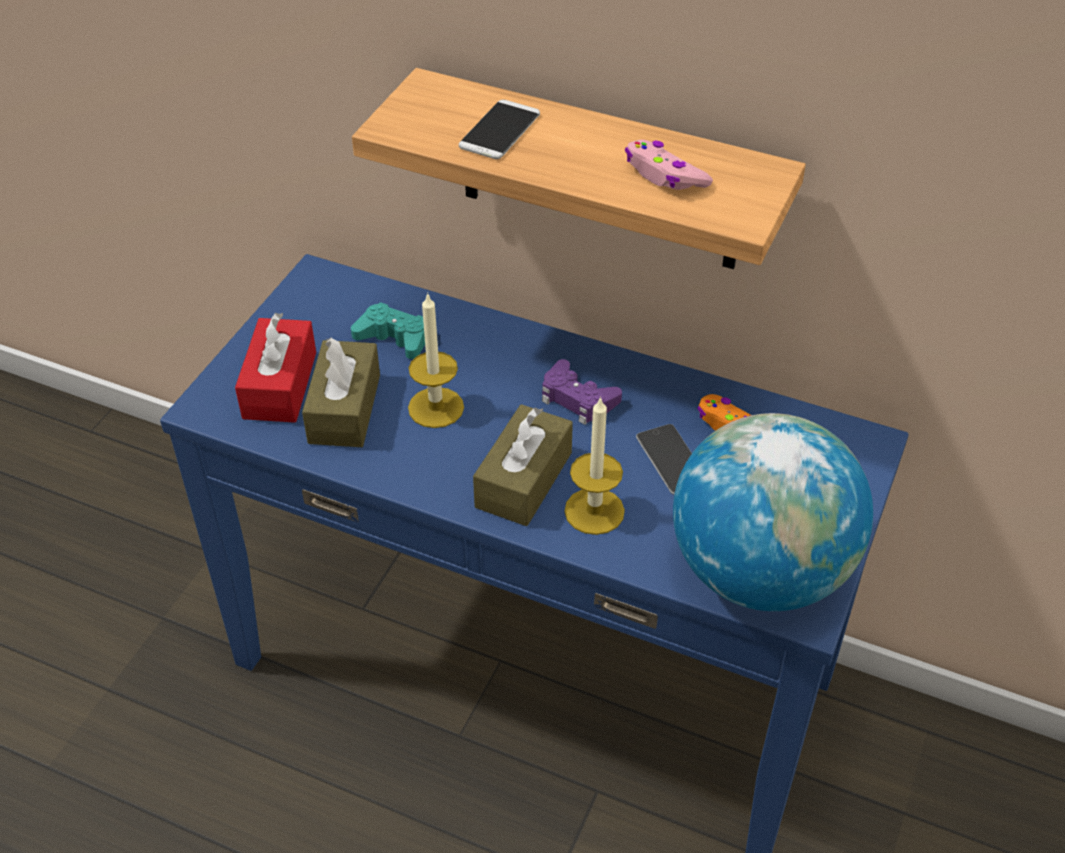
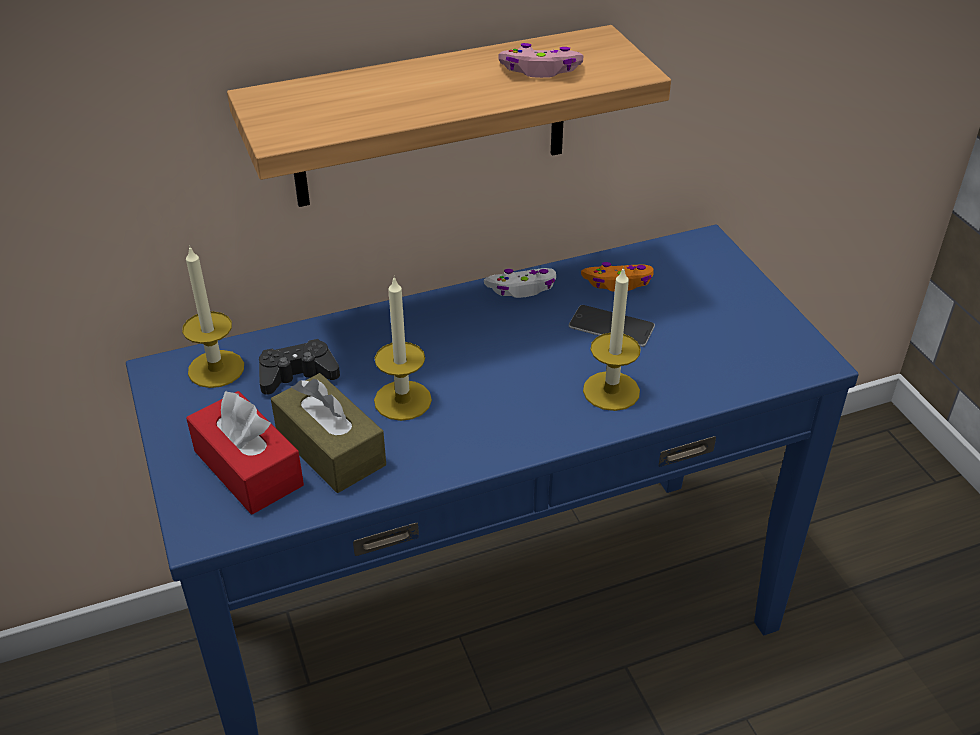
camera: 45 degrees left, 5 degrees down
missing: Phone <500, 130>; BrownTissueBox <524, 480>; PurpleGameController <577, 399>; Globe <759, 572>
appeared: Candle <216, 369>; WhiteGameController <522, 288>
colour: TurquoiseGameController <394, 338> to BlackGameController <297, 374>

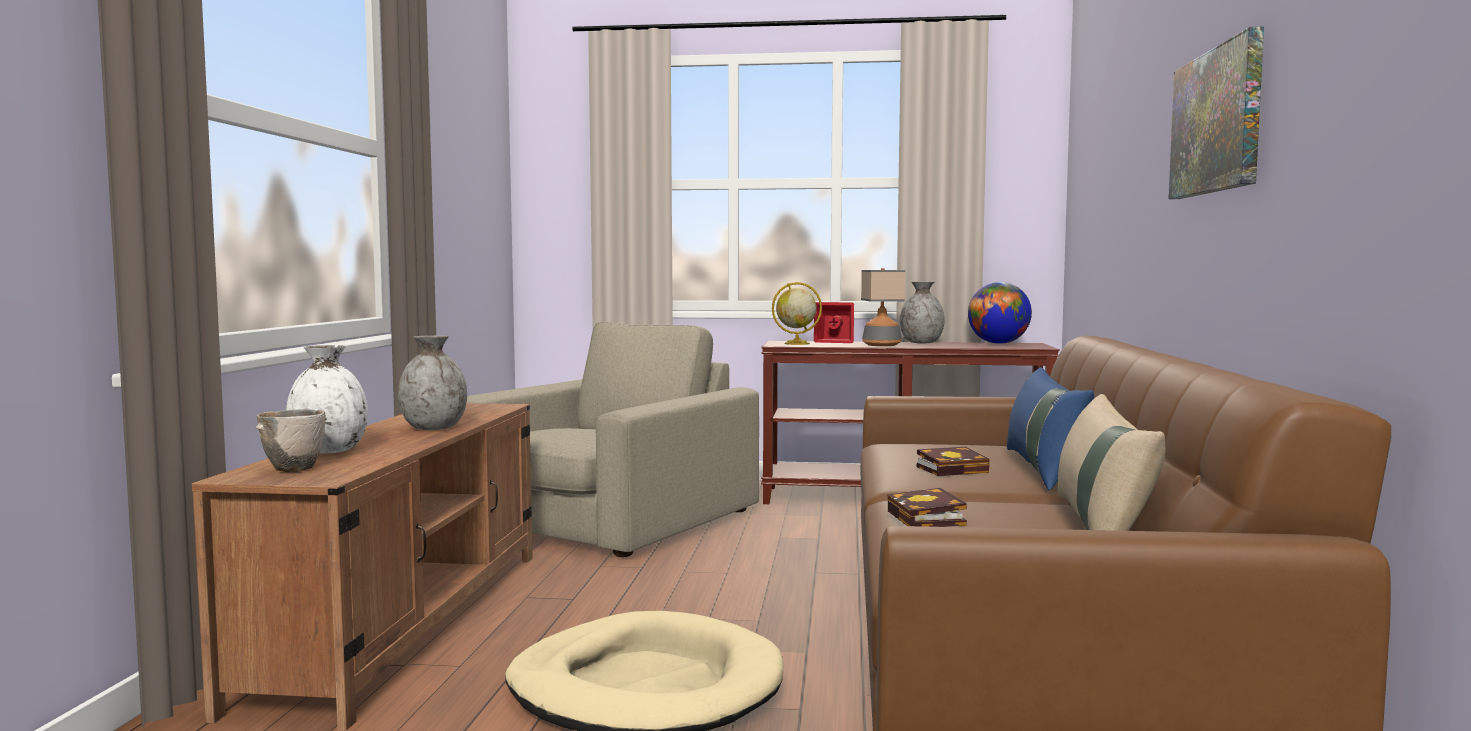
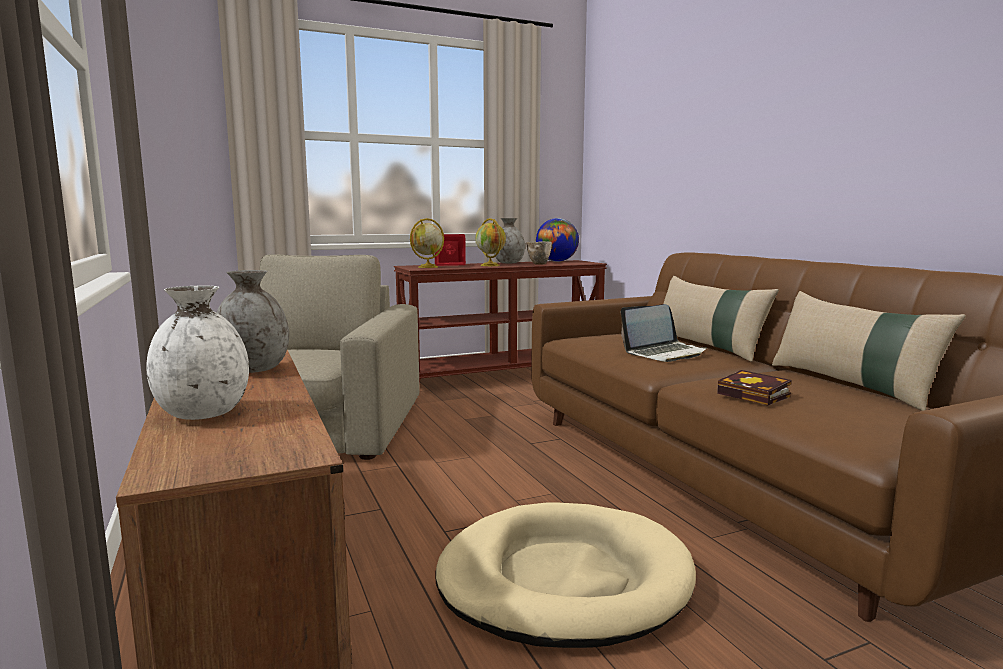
camera: 30 degrees left, 5 degrees up
missing: Picture <1217, 122>
relocated: Bowl <296, 469> to <539, 264>
exchanged: TableLamp <881, 345> to Globe <490, 265>; Book <954, 469> to Laptop <664, 353>
colour: BluePillow <1044, 469> to BeigePillow <707, 347>

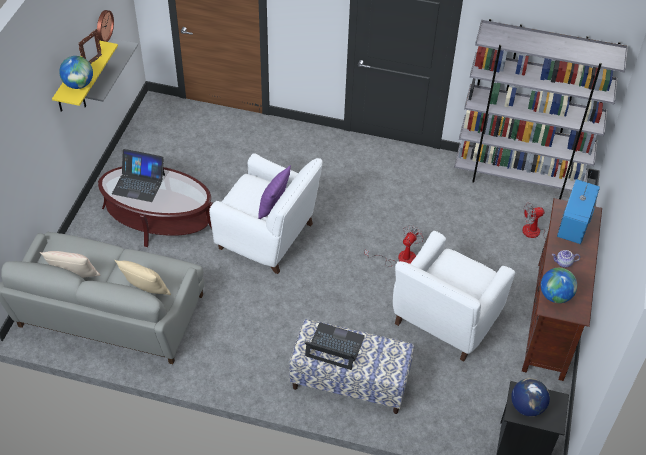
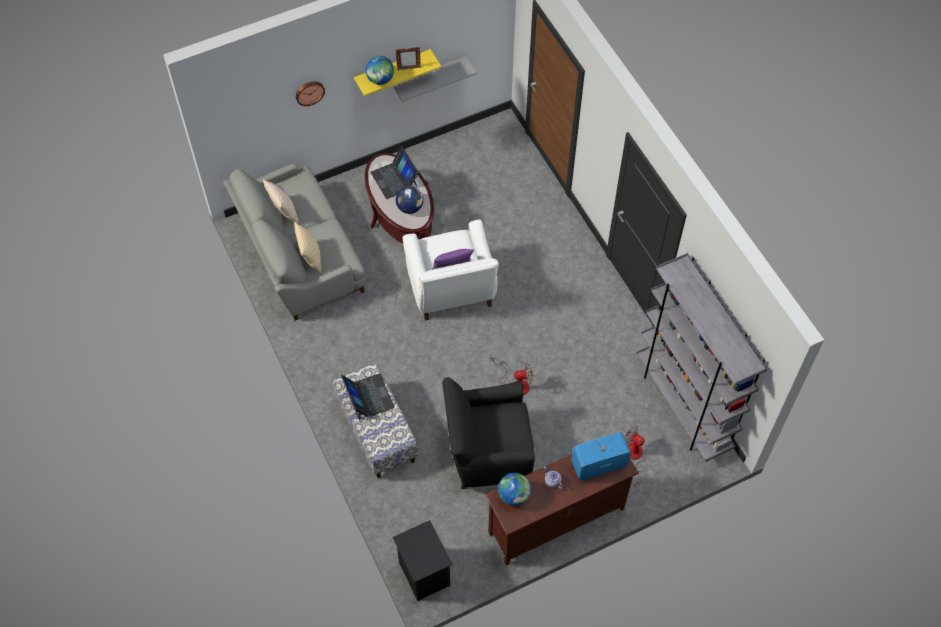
camera: 50 degrees right, 10 degrees up
relocated: WallClock <103, 25> to <309, 92>; Globe <527, 406> to <410, 207>
colour: WhiteArmchair <444, 319> to BlackArmchair <487, 451>

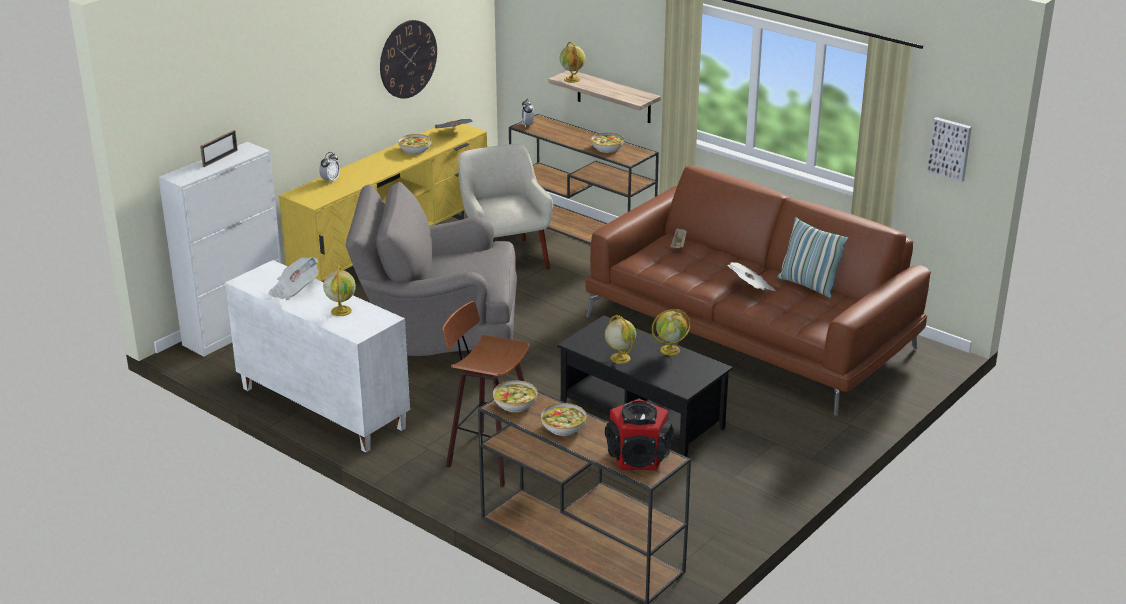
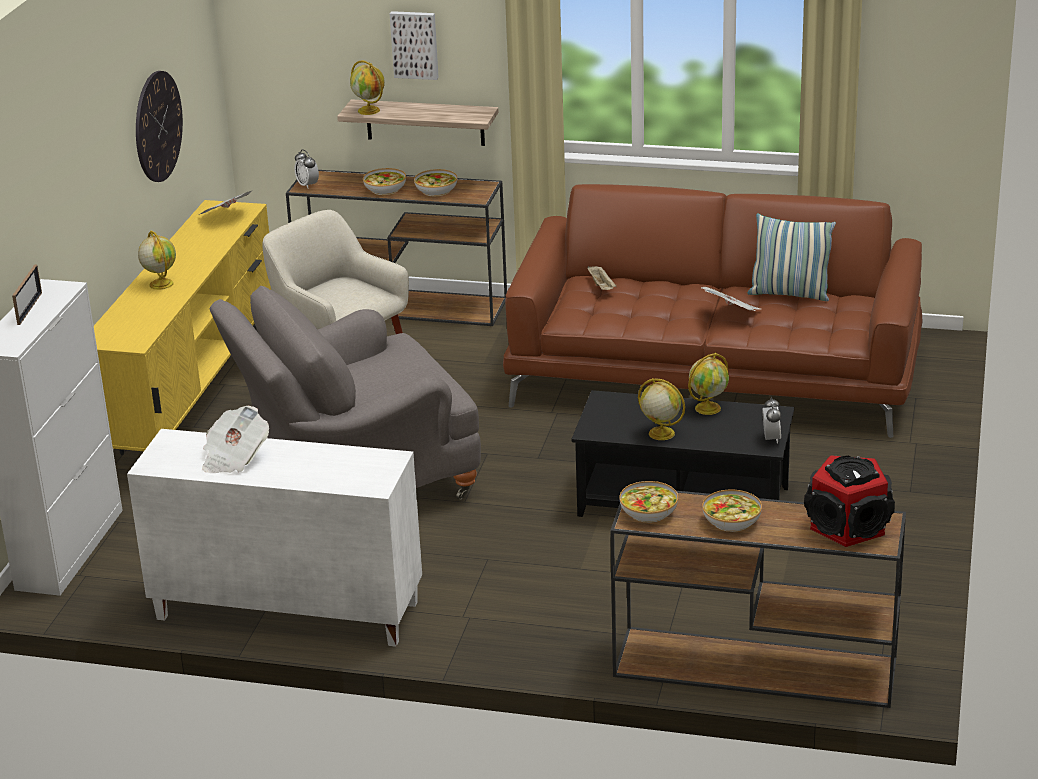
camera: 25 degrees left, 0 degrees up
missing: Stool <489, 456>
relocated: Globe <341, 310> to <160, 284>; Bowl <415, 150> to <385, 189>; Picture <950, 148> to <415, 44>; AlarmClock <330, 180> to <771, 438>

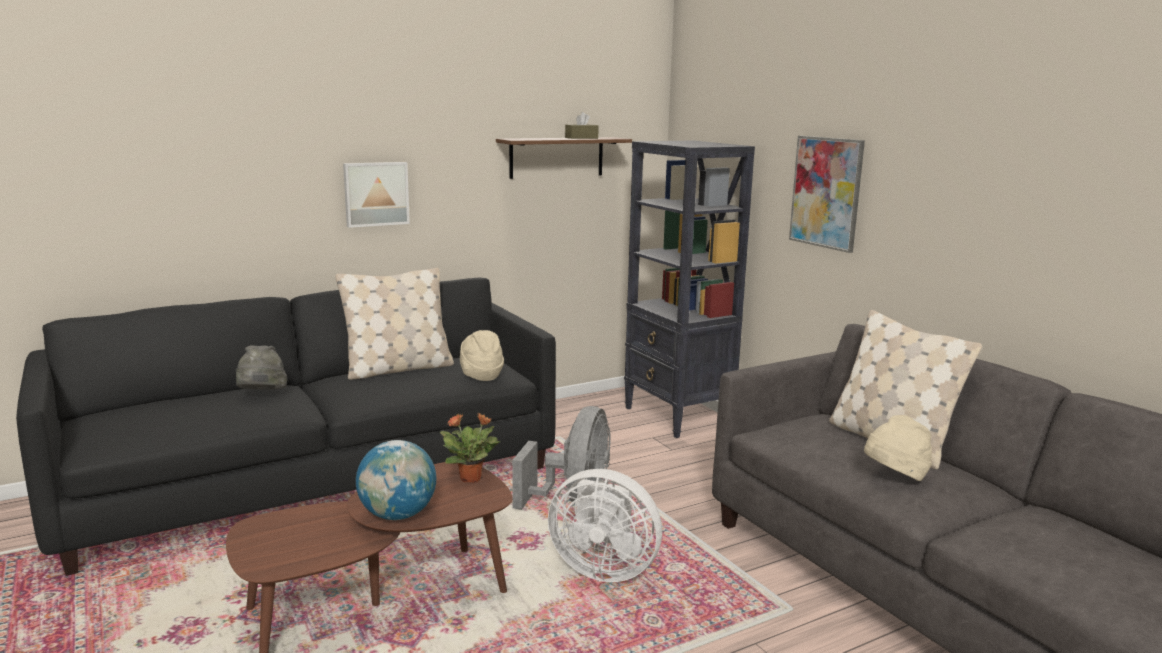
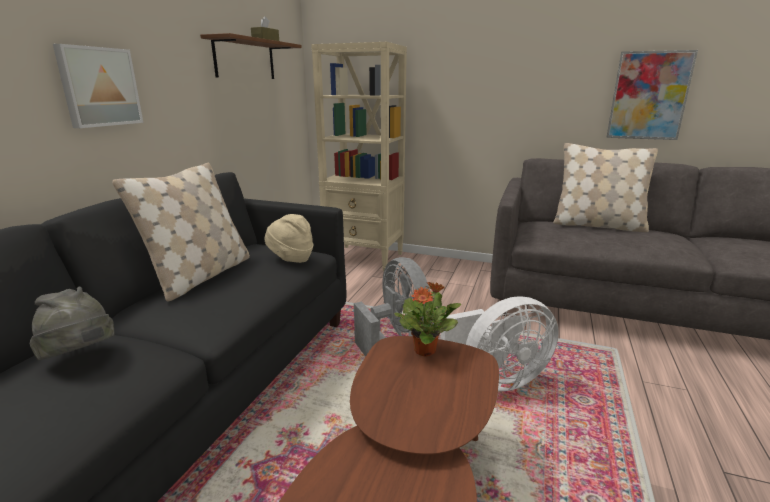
camera: 40 degrees left, 5 degrees up
missing: Globe <398, 515>; BeigeHat <895, 477>
relocated: Picture <826, 192> to <649, 96>
colour: BlackBookcase <678, 417> to BeigeBookcase <365, 258>

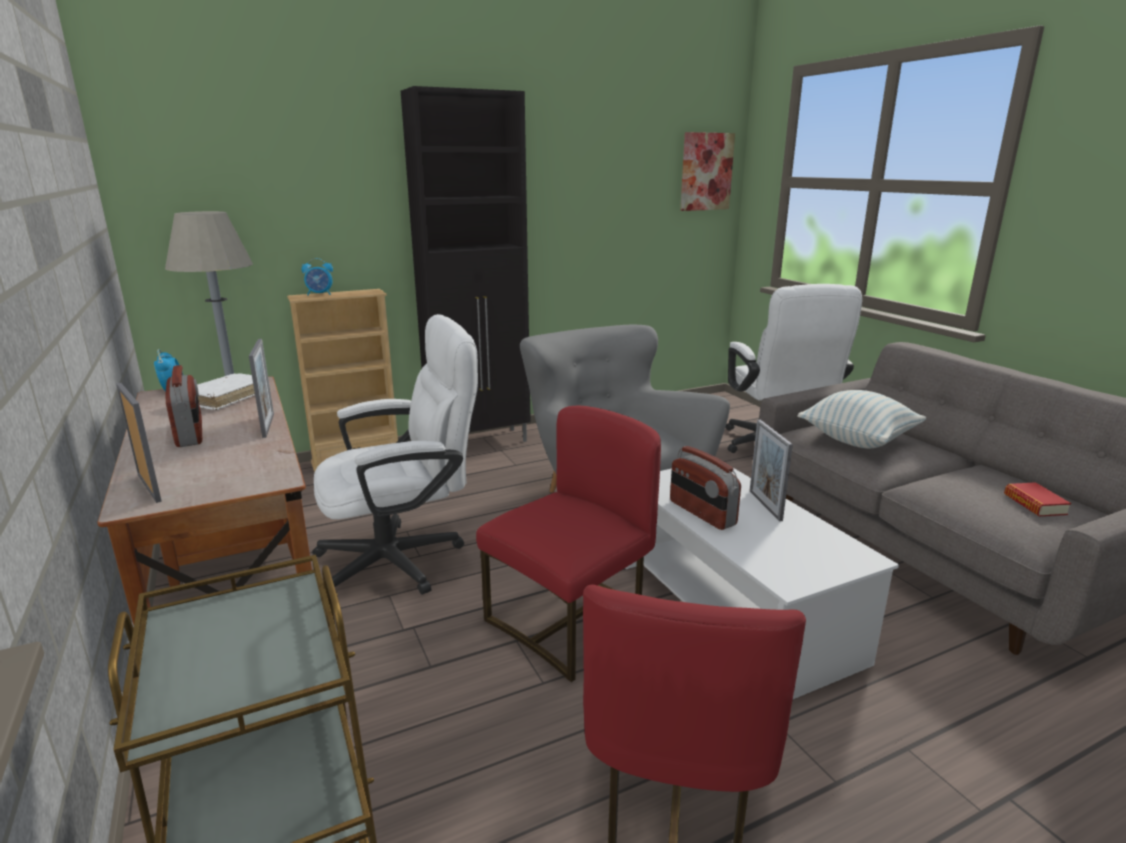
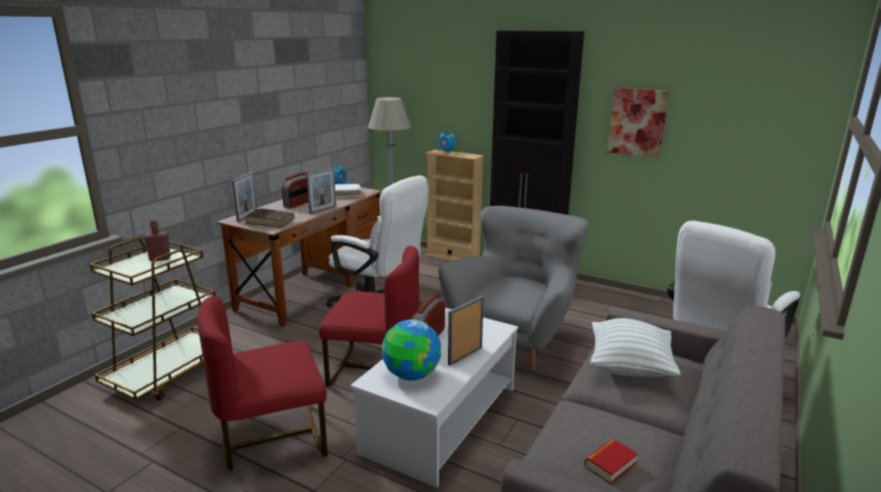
camera: 55 degrees right, 0 degrees up
appeared: RedBottle <160, 259>; BrownBook <270, 222>; Globe <412, 375>
relocated: Picture <706, 172> to <637, 122>

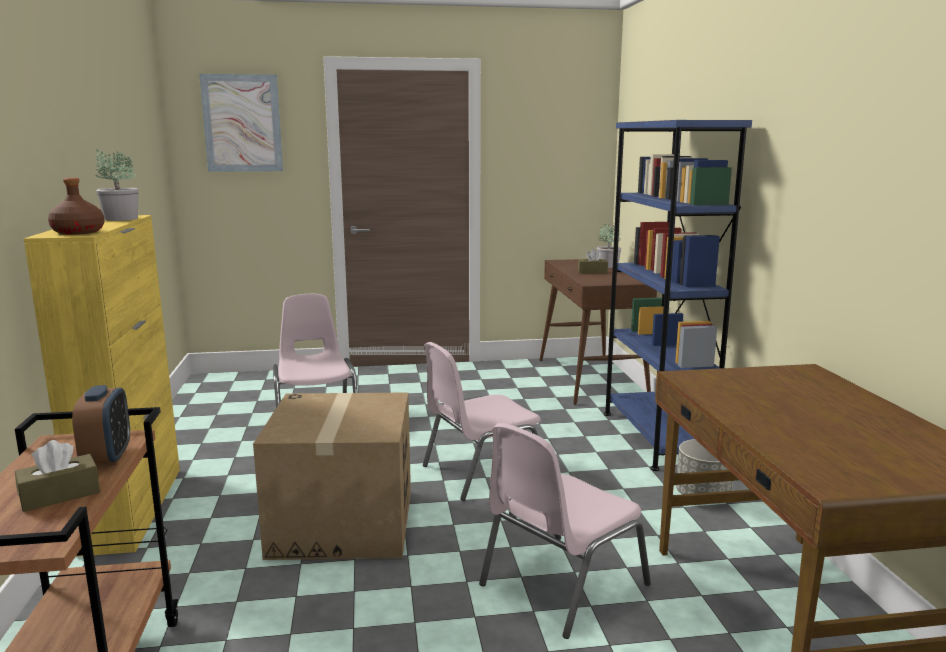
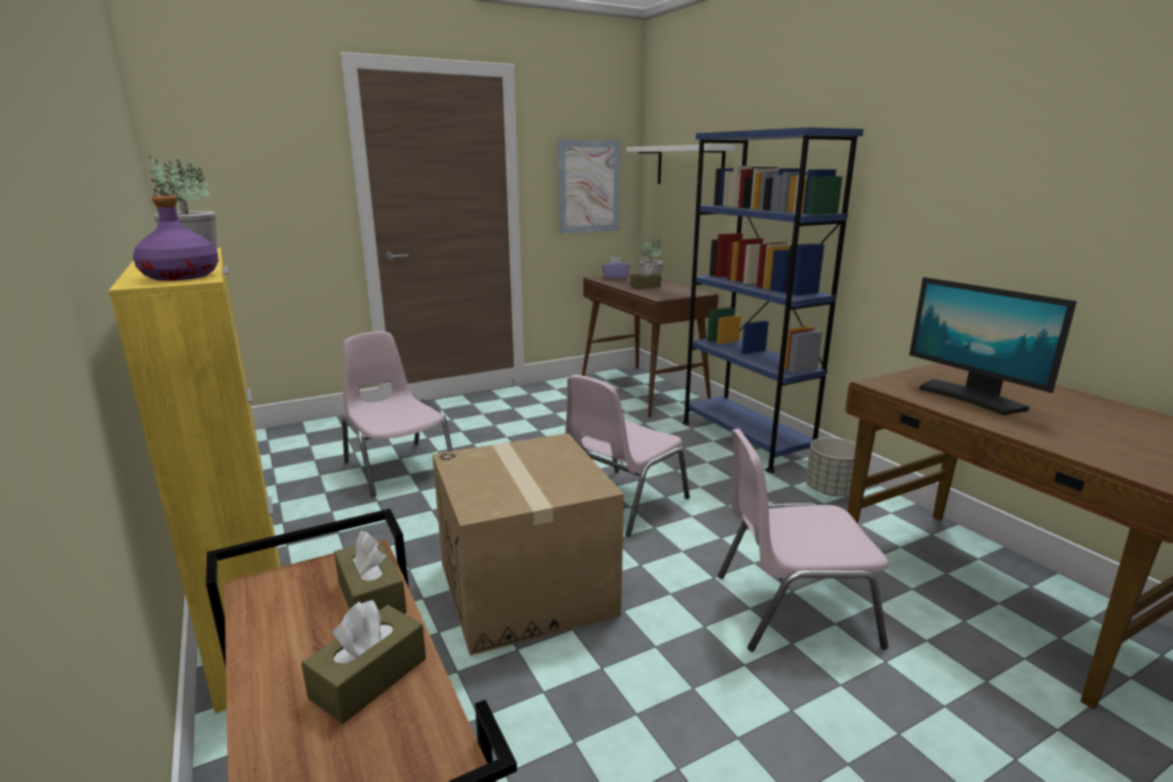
camera: 20 degrees left, 5 degrees up
appeared: PurpleTissueBox <615, 277>; WhiteShelf <689, 166>; Monitor <971, 397>
relocated: Picture <242, 123> to <589, 186>
exchanged: AlarmClock <107, 457> to BrownTissueBox <371, 597>
colour: BrownBottle <78, 232> to PurpleBottle <181, 276>
spun: PinkChair <560, 585> = <791, 608> 60 degrees clockwise

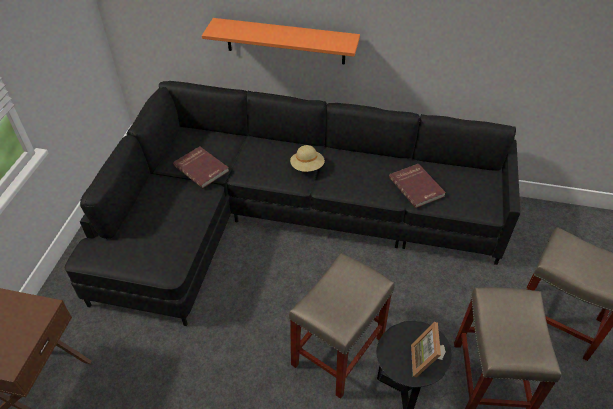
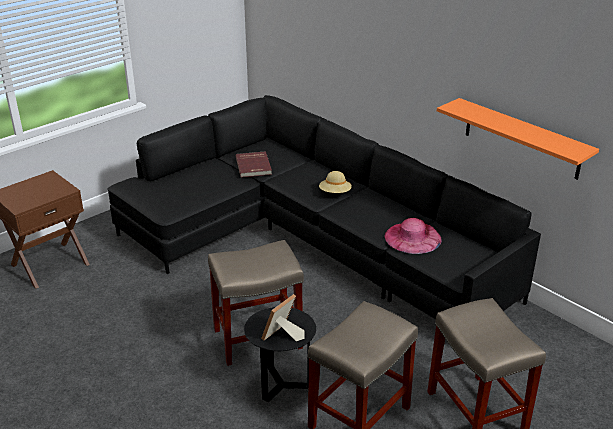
camera: 35 degrees right, 15 degrees down
relocated: OrangeShelf <285, 41> to <522, 138>
exchanged: RedBook <417, 186> to PinkHat <413, 237>

